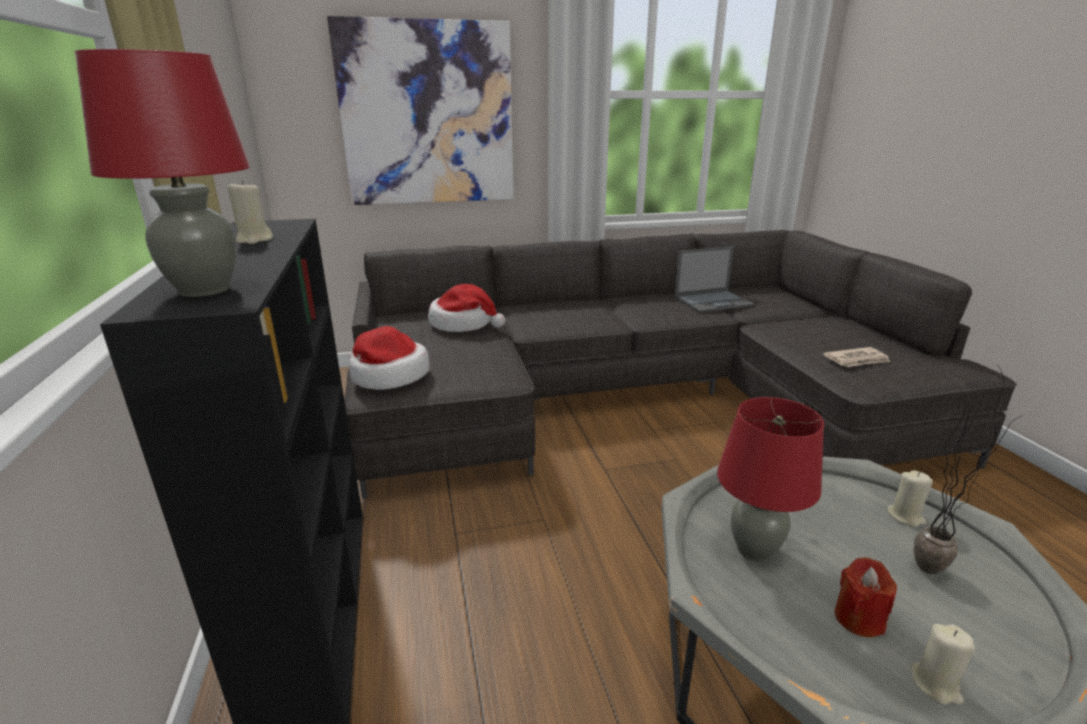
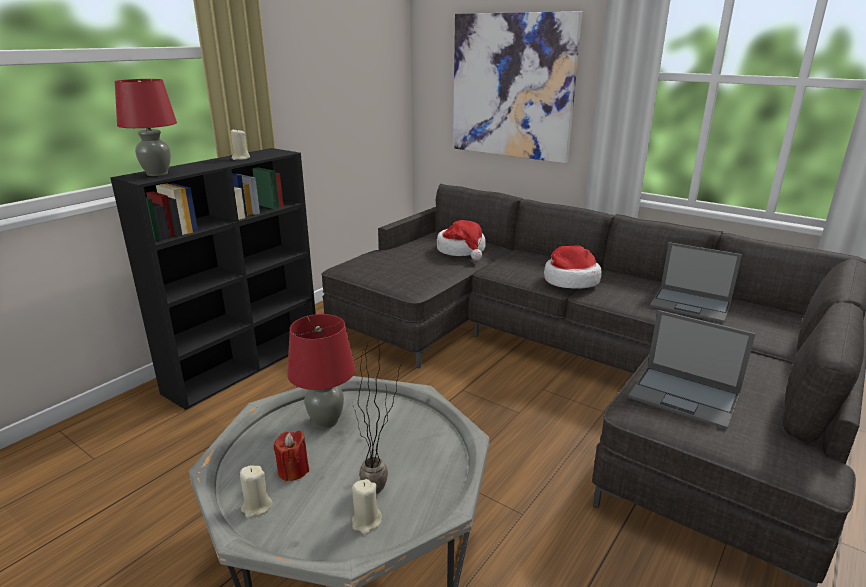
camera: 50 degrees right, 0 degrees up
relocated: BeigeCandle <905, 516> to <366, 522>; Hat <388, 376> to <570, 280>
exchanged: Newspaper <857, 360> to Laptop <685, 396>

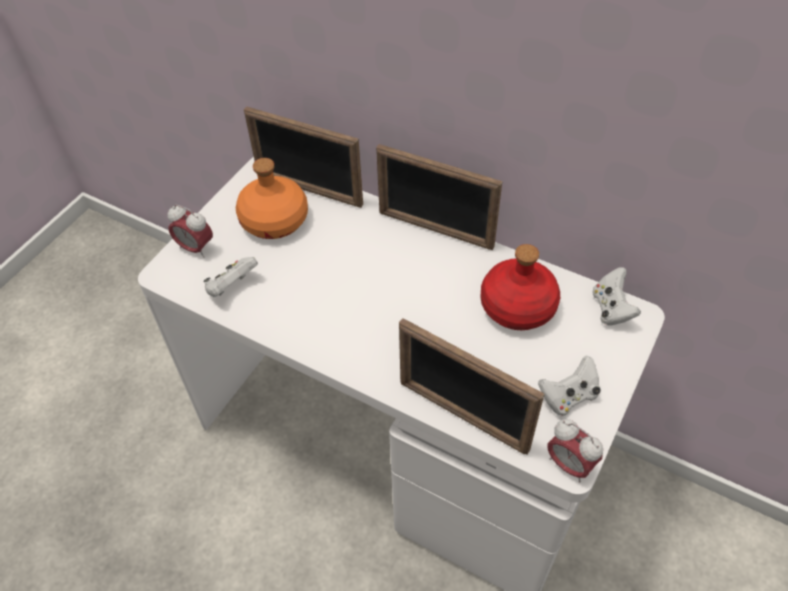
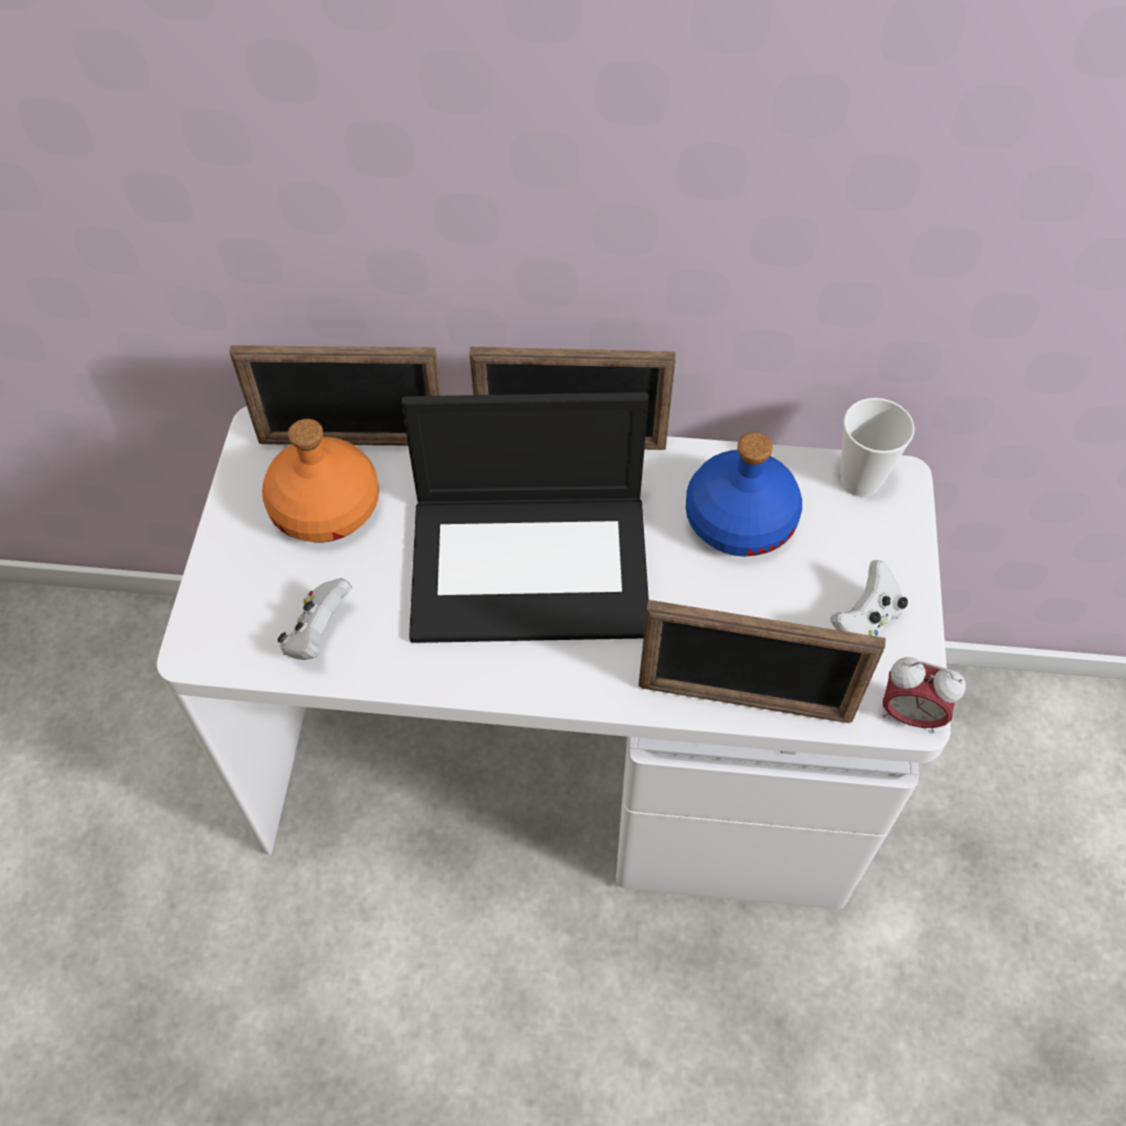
camera: 25 degrees left, 5 degrees up
missing: AlarmClock <195, 248>
appeared: Laptop <532, 565>
exchanged: WhiteGameController <611, 308> to Cup <860, 481>
colour: RedBottle <517, 305> to BlueBottle <739, 519>

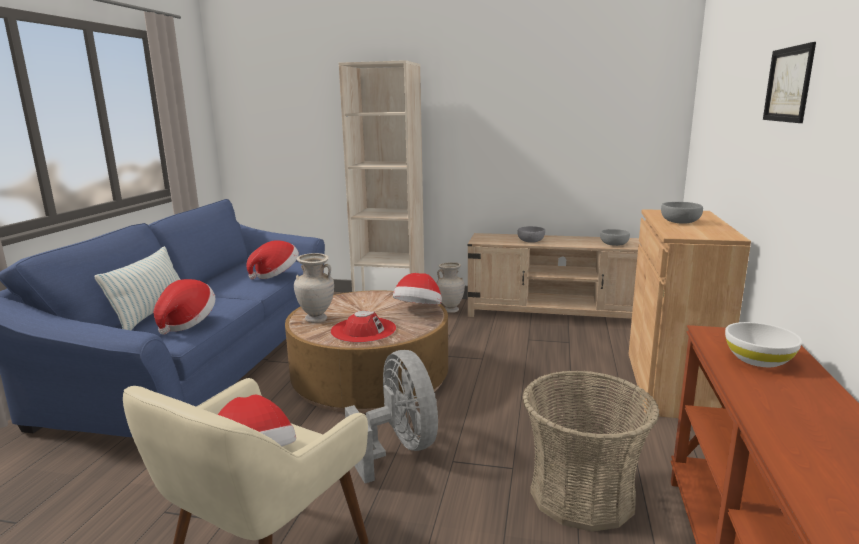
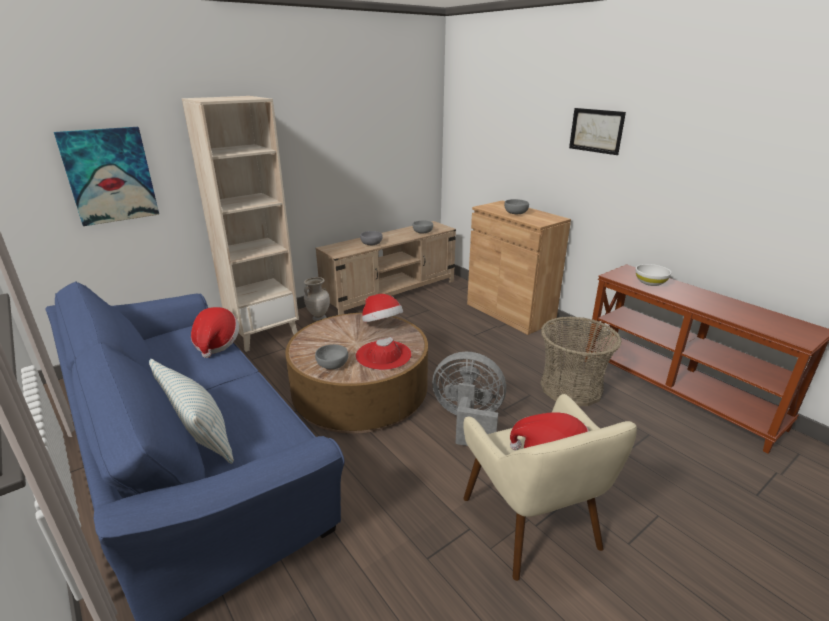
camera: 50 degrees left, 10 degrees up
missing: Hat <187, 323>
appeared: Picture <110, 175>
exchanged: BeigeVase <316, 320> to GreyBowl <332, 365>

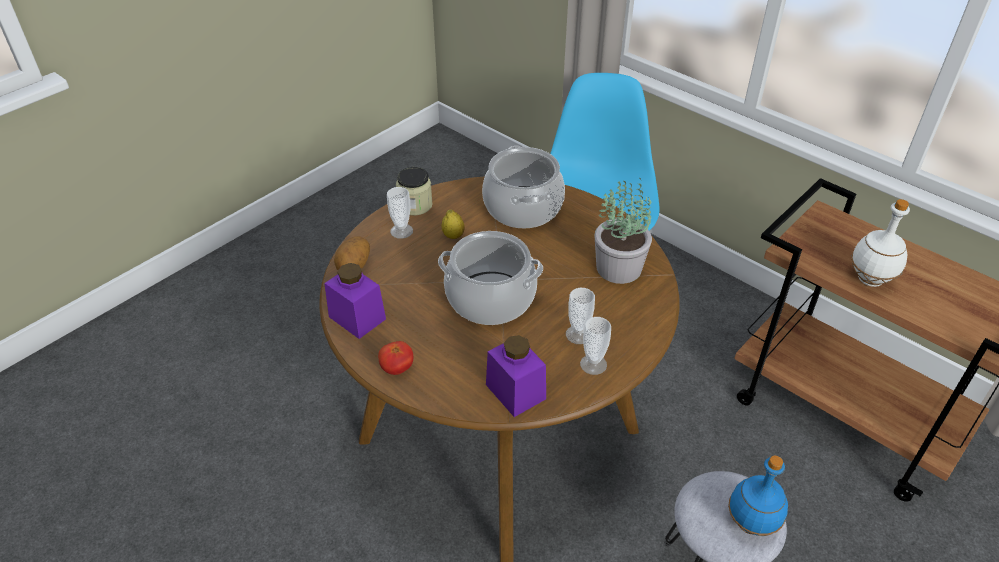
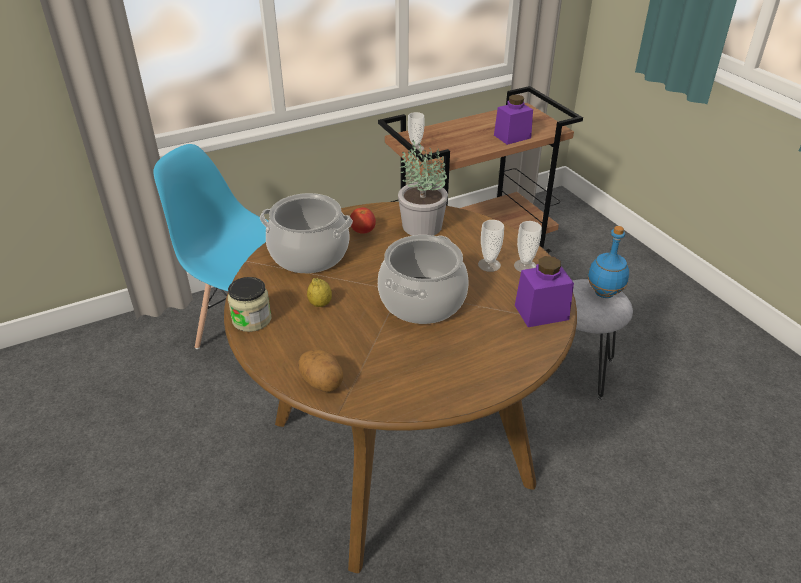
camera: 70 degrees left, 5 degrees down
missing: WhiteBottle <869, 280>
relocated: Tomato <397, 368> to <363, 231>; Cup <401, 231> to <415, 148>; PurpleJar <357, 318> to <512, 136>

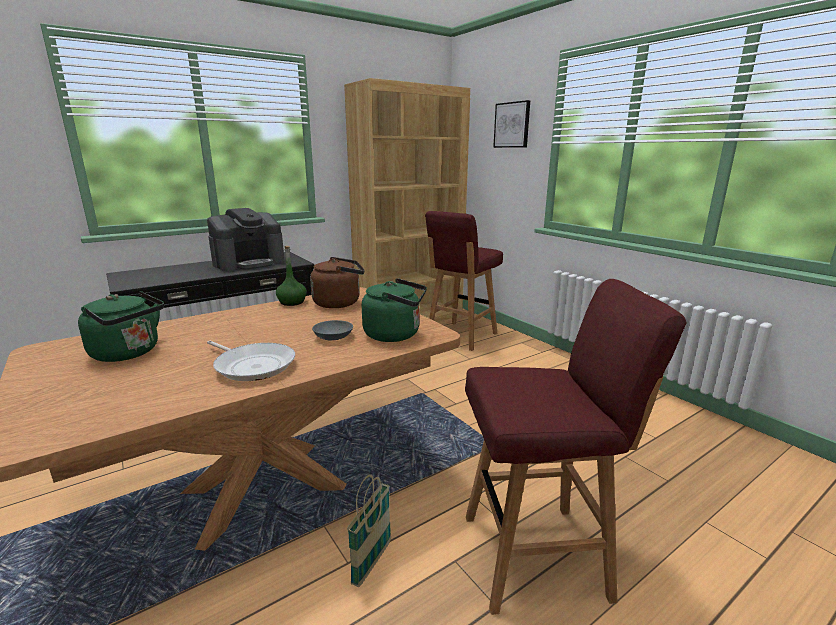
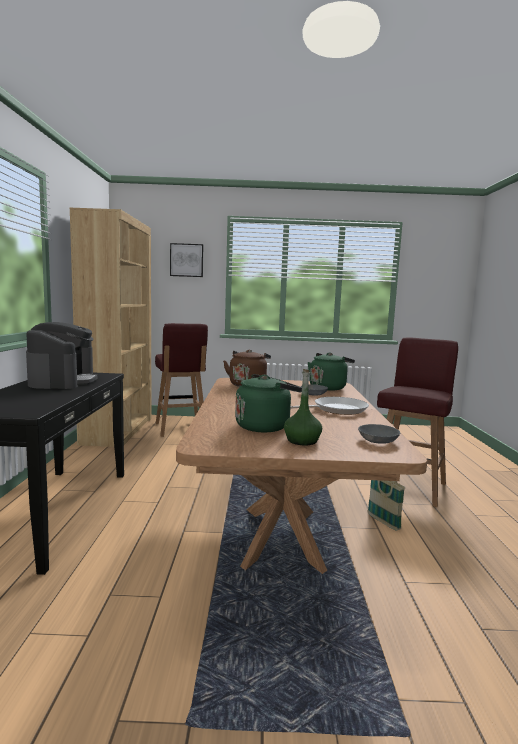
camera: 55 degrees left, 10 degrees down
appeared: GreyBowl <377, 440>
relocated: GreenBottle <292, 302> to <302, 441>

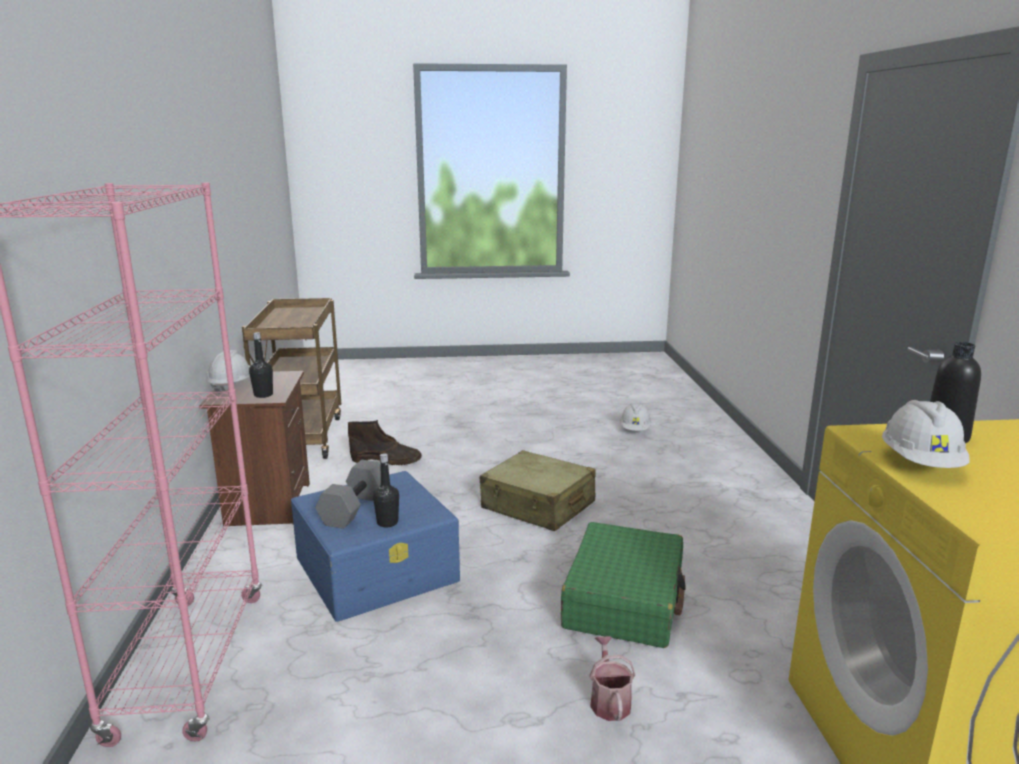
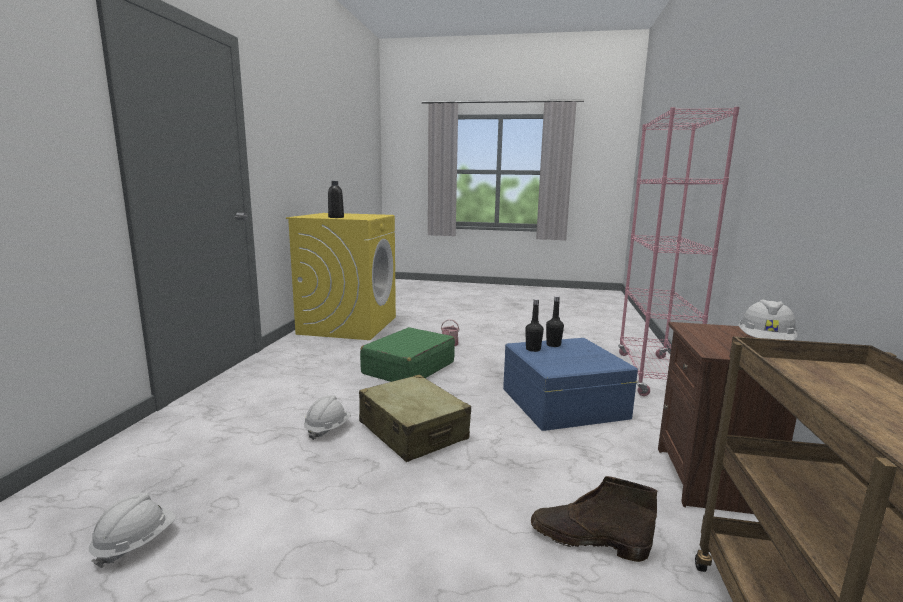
camera: 165 degrees left, 5 degrees down
missing: GreyDumbbell <353, 508>
relocated: WhiteHardHat <921, 463> to <327, 429>; BlackBottle <263, 395> to <533, 349>

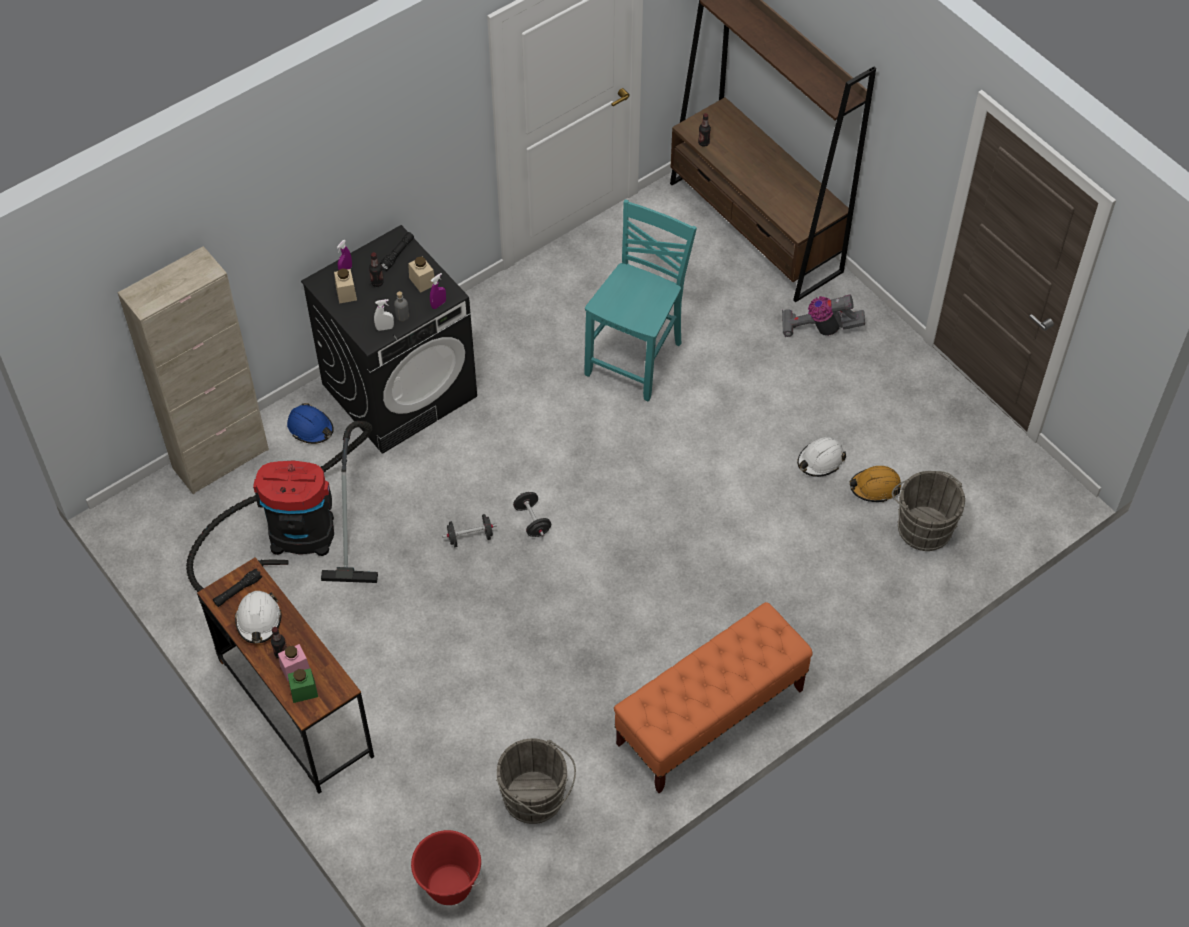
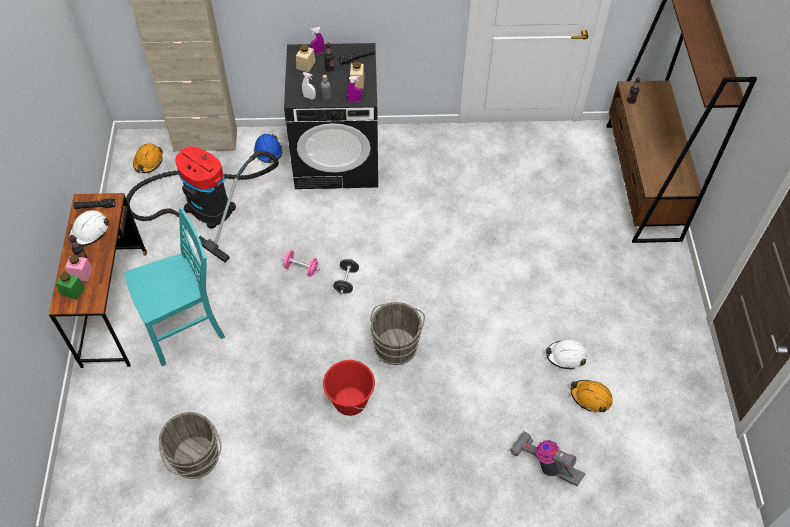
camera: 35 degrees right, 0 degrees up
missing: OrangeBench <709, 717>
appeared: OrangeHardHat <148, 162>
relocated: TurquoiseChair <637, 359> to <186, 330>; RedBucket <449, 885> to <350, 401>; GreyBucket <922, 526> to <396, 344>; VacuumCleaner <820, 328> to <545, 464>
colour: BlackDumbbell <470, 537> to PinkDumbbell <301, 268>

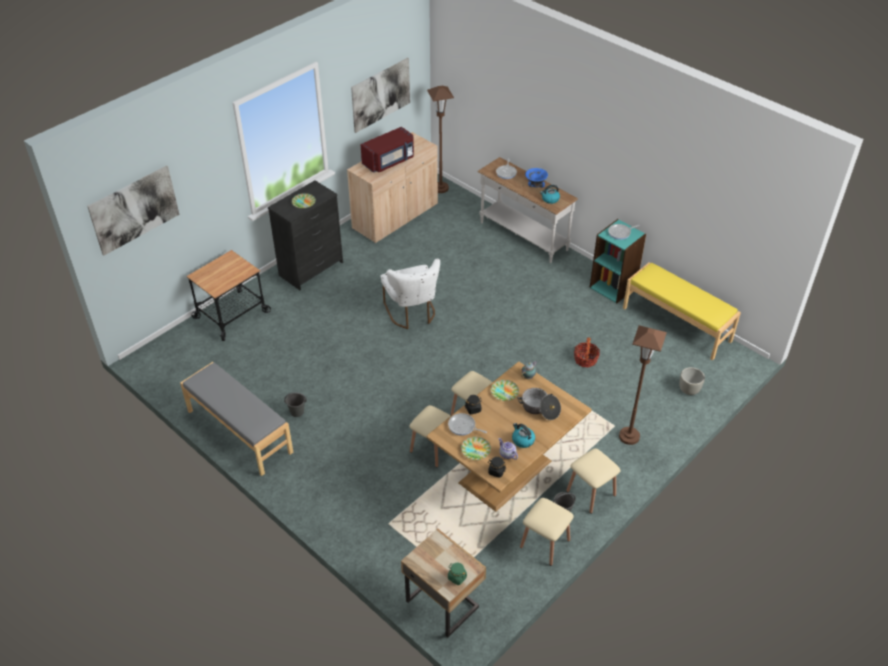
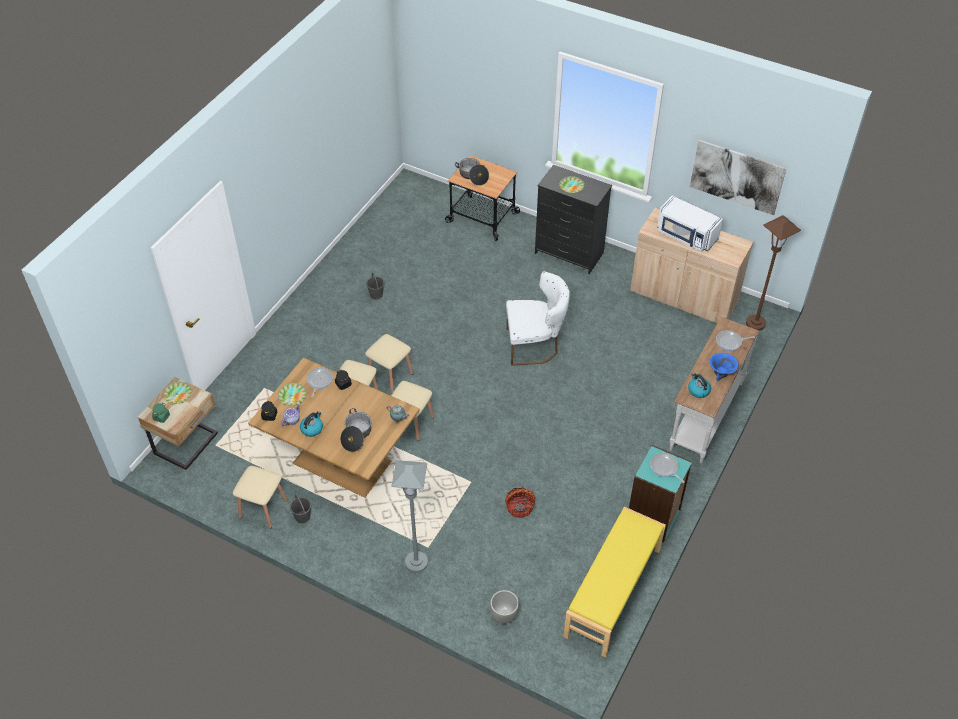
camera: 75 degrees right, 5 degrees up
missing: Picture <134, 210>; GreyBench <239, 432>
appeared: CookingPot <472, 176>
relocated: Plate <504, 392> to <177, 394>; BeigeStool <591, 493> to <390, 376>
colour: BrownFloorLamp <629, 436> to GreyFloorLamp <416, 563>; RedMicrowave <389, 161> to WhiteMicrowave <686, 236>
spun: WhiteChair <412, 313> = <535, 345> 150 degrees counterclockwise

